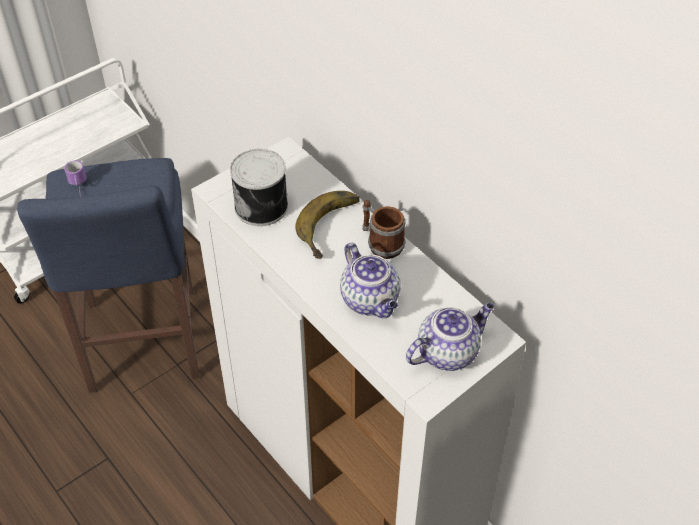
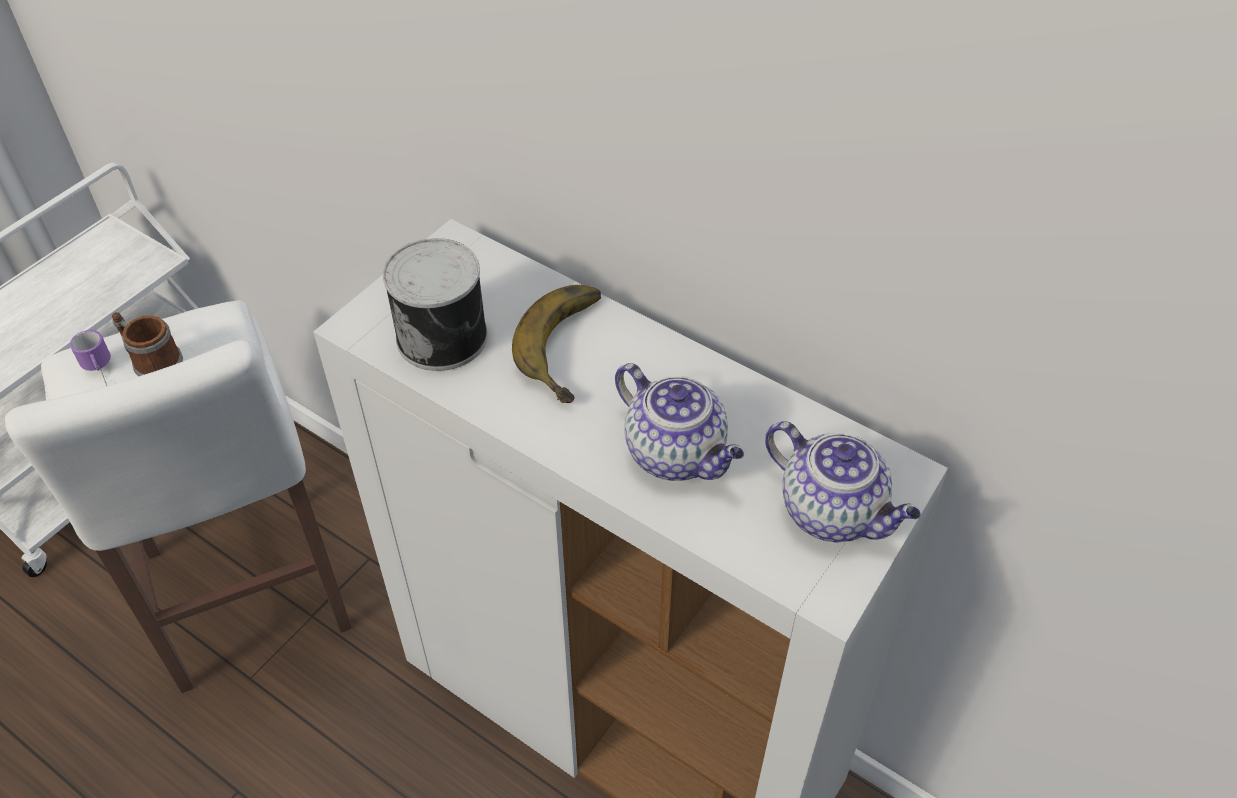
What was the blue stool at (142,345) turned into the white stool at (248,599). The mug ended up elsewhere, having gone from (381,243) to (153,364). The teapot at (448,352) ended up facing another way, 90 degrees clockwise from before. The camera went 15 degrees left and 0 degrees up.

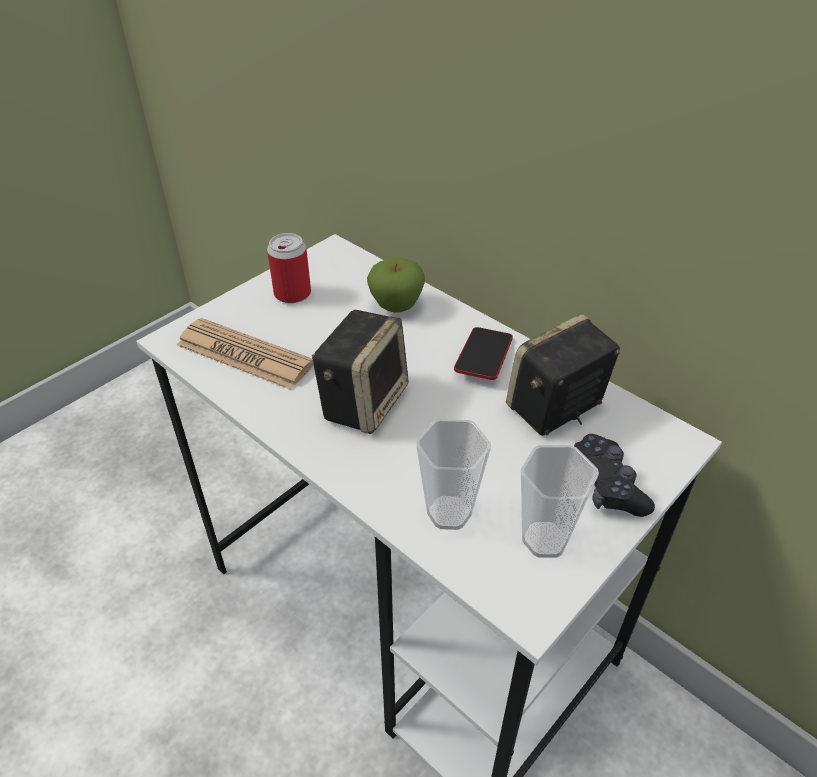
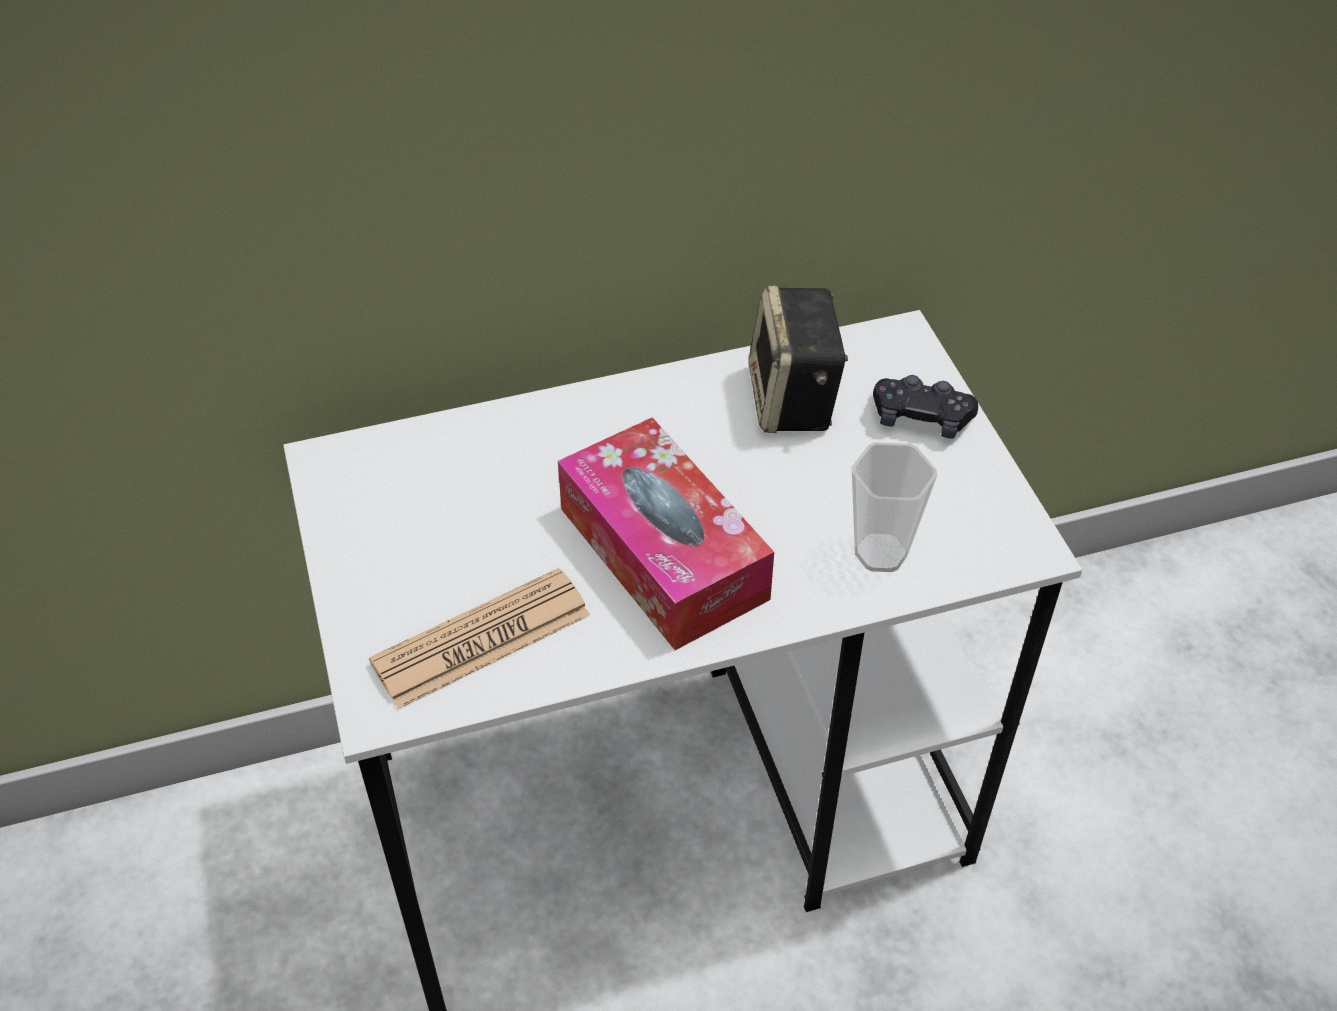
The second view lost the can at (292,293). The second view lost the apple at (396,306). Where the speaker stood at (364,401), the tissue box came to stand at (663,553). The second view lost the phone at (483,358). The second view lost the cup at (544,539). The camera went 60 degrees left and 5 degrees up.

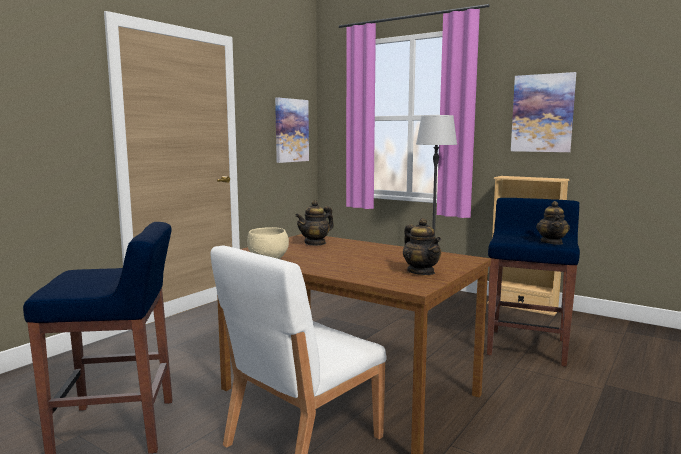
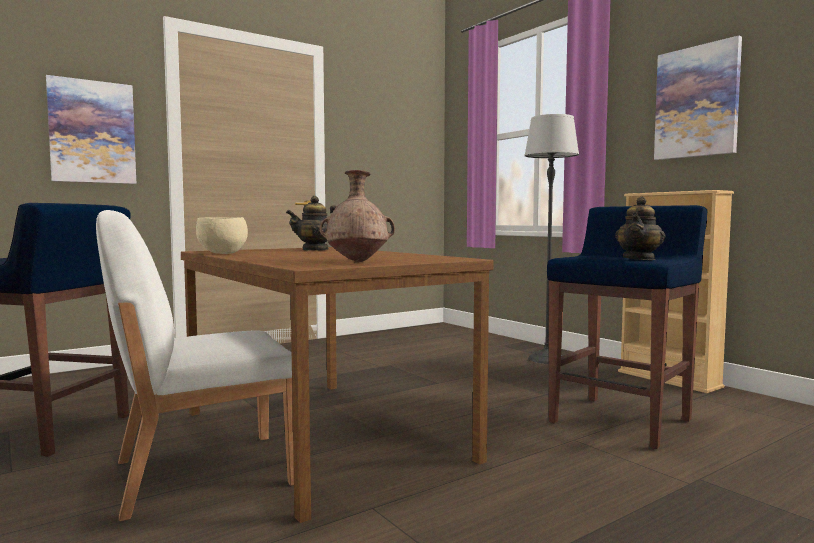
The picture ended up elsewhere, having gone from (291,130) to (92,132). Where the teapot stood at (421,272), the brown vase came to stand at (358,261). The camera went 20 degrees right and 5 degrees down.

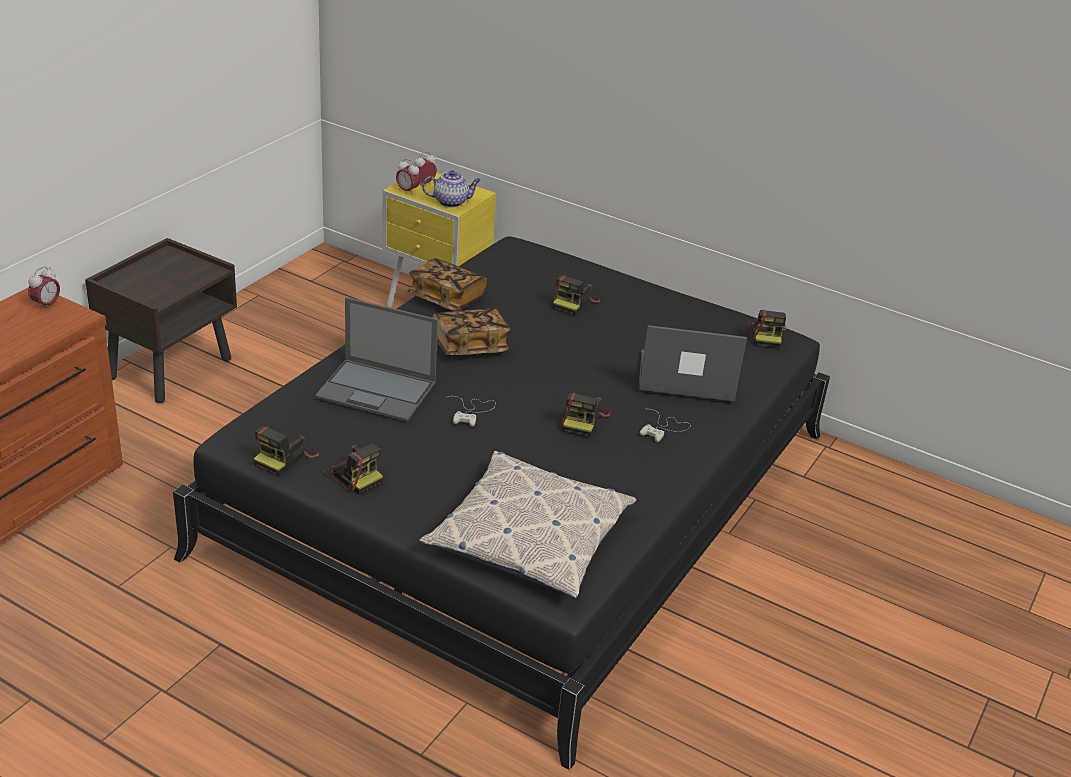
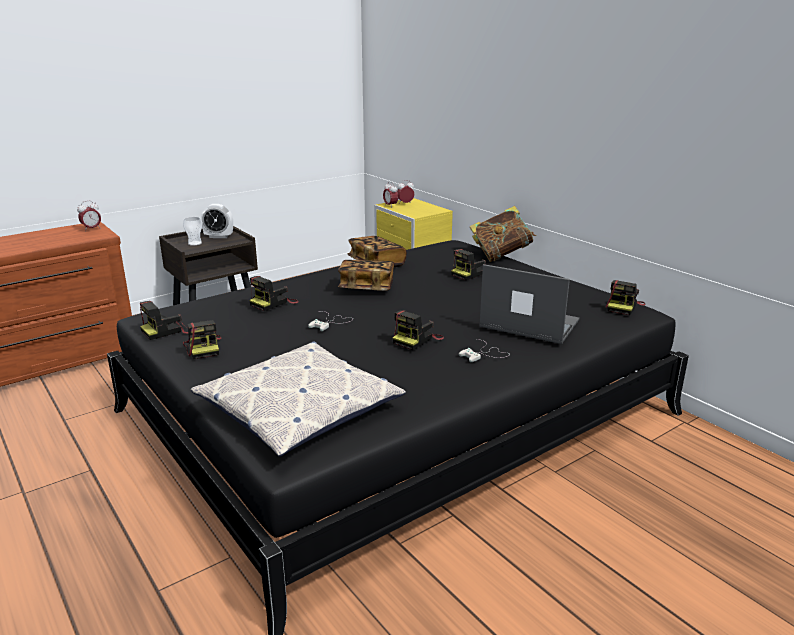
The second view lost the teapot at (451,202). Where the laptop stood at (377,390), the photo camera came to stand at (273,303). The second view gained the alarm clock at (218,236). The second view gained the book at (501,255). The second view gained the cup at (195,243). The camera went 25 degrees right and 10 degrees down.

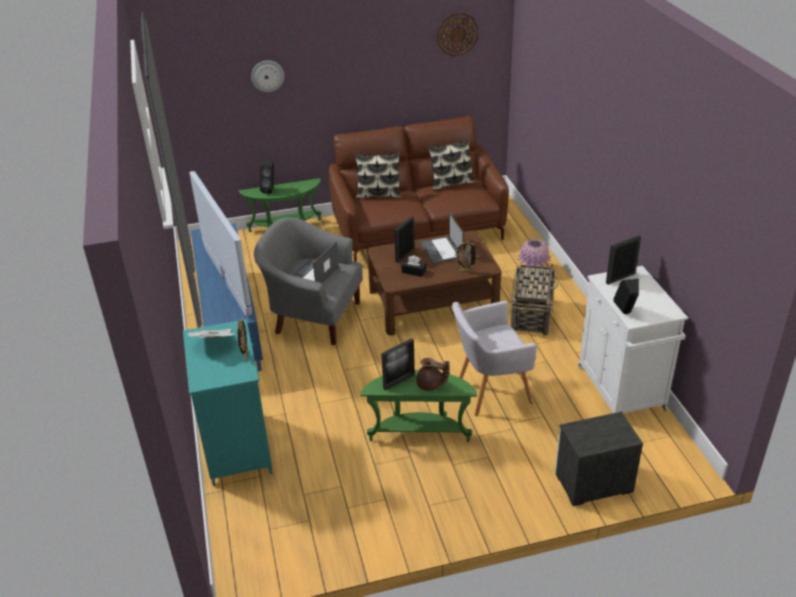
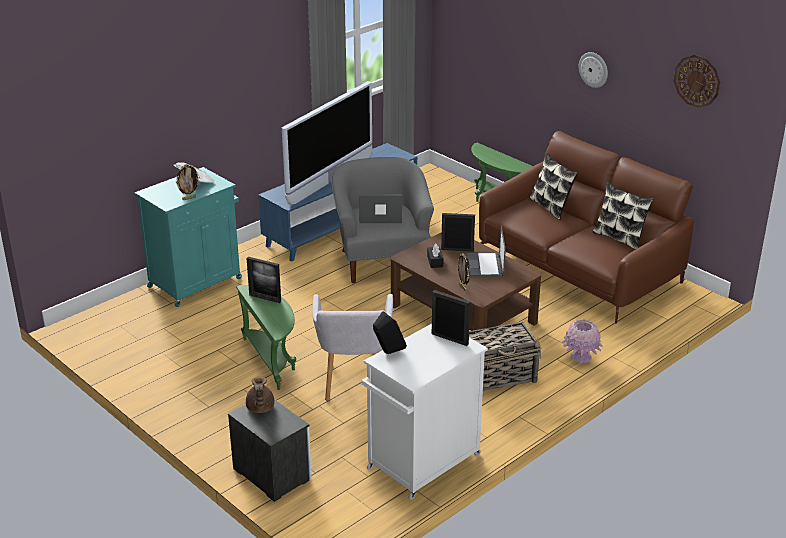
The wall clock ended up elsewhere, having gone from (267,76) to (593,69). The second view lost the black speaker at (270,190). The laptop at (441,251) ended up facing another way, 45 degrees counterclockwise from before. The grey armchair at (490,392) ended up facing another way, 135 degrees counterclockwise from before. The brown teapot ended up elsewhere, having gone from (431,385) to (260,408). The camera went 60 degrees right and 5 degrees down.

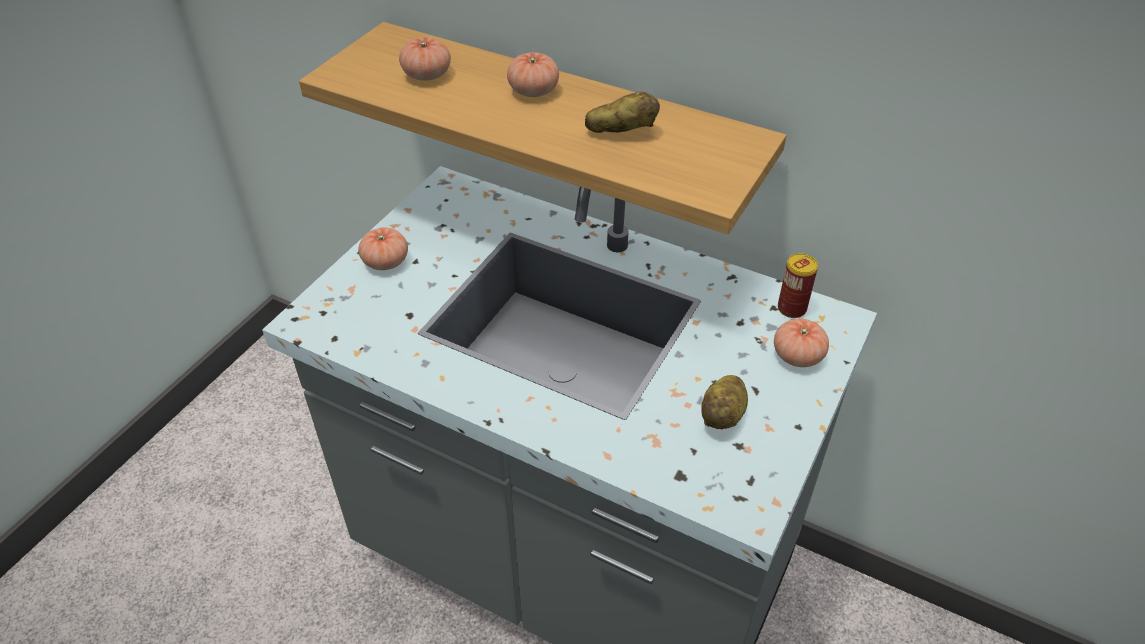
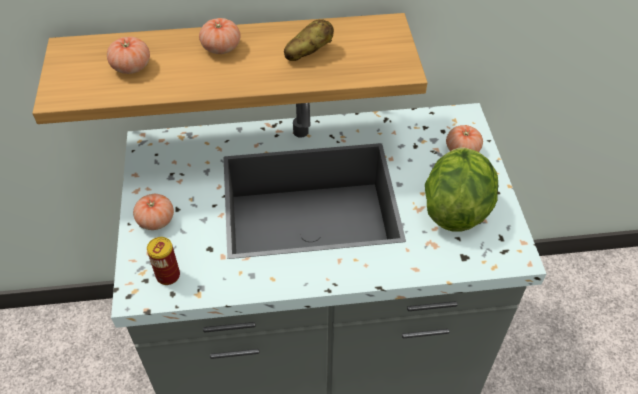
The can ended up elsewhere, having gone from (791,308) to (168,275). Where the potato stood at (724,415), the lettuce came to stand at (455,207). The camera went 35 degrees left and 5 degrees up.

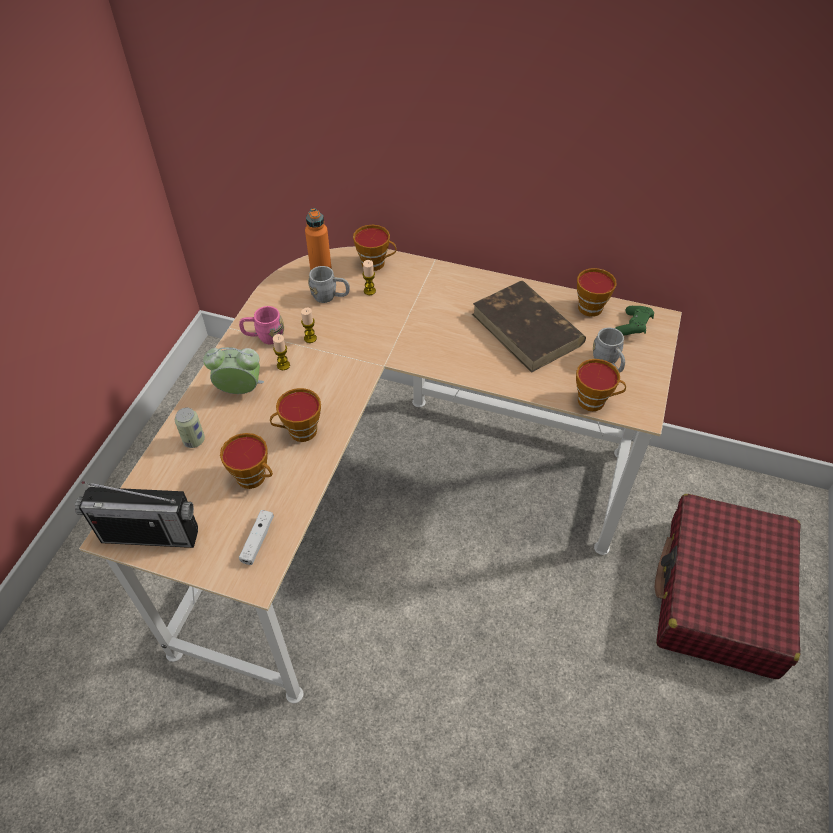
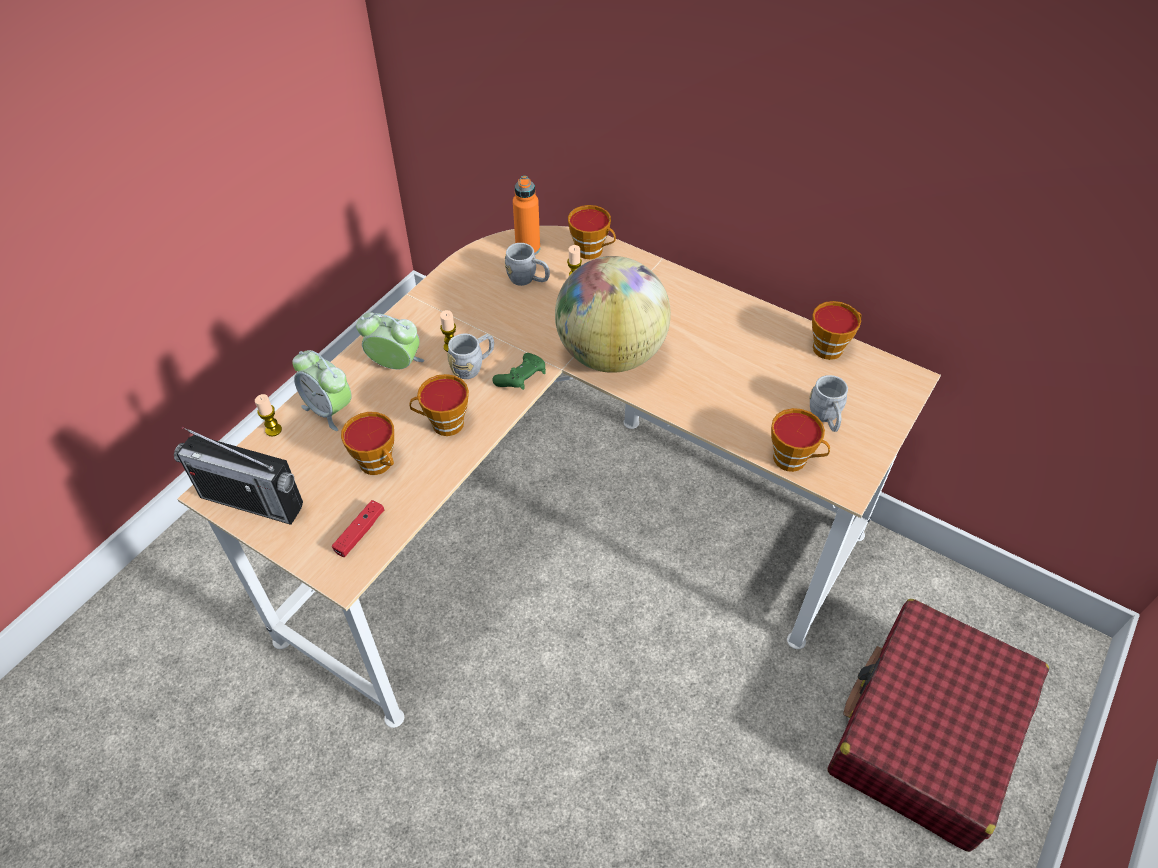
The second view lost the brown book at (528,330). The second view lost the pink mug at (264,337). The green game controller ended up elsewhere, having gone from (633,327) to (522,379). The candle ended up elsewhere, having gone from (310,338) to (273,430). Where the can stood at (194,440), the alarm clock came to stand at (329,410). What was the white game controller at (257,540) turned into the red game controller at (360,532). The second view gained the globe at (610,354). The second view gained the grey mug at (473,366). The camera went 15 degrees right and 0 degrees up.

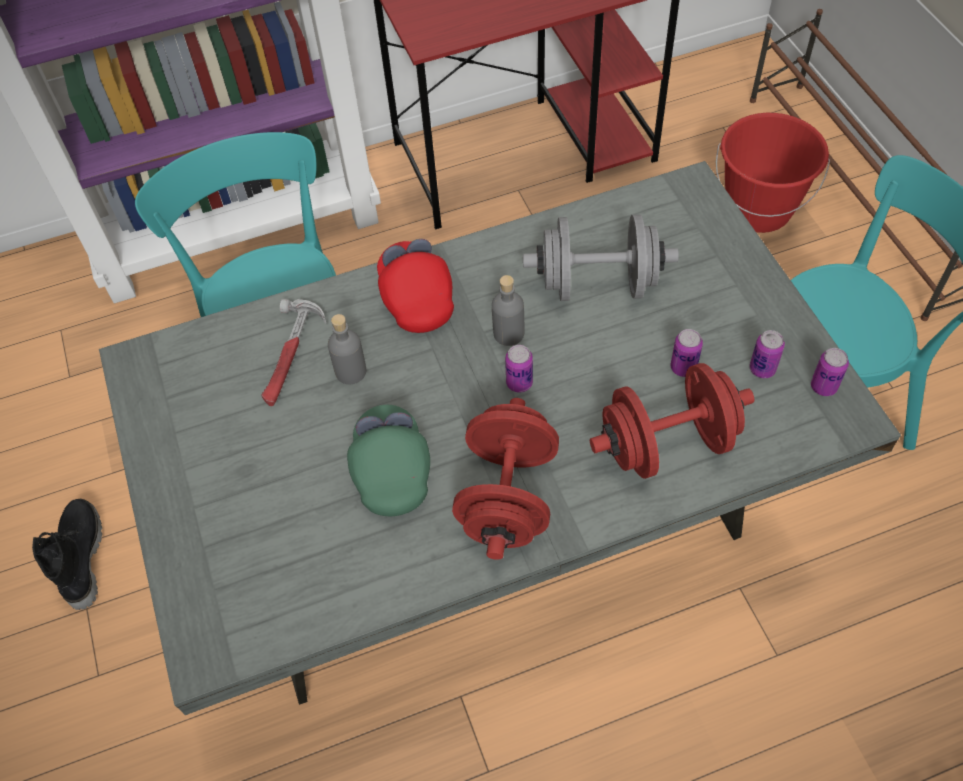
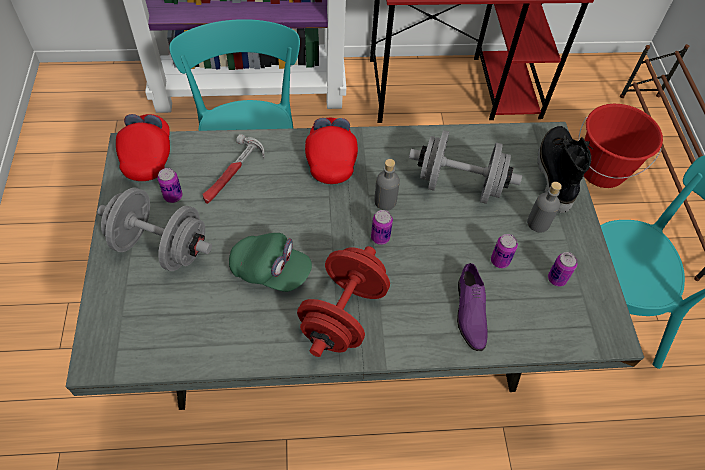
The grey bottle ended up elsewhere, having gone from (351,371) to (538,223). The can ended up elsewhere, having gone from (823,386) to (173,196). Where the red dumbbell stood at (667,444), the purple shoe came to stand at (469,311). The green cap at (391,470) ended up facing another way, 105 degrees clockwise from before. The black boot ended up elsewhere, having gone from (81,557) to (554,174). The second view gained the red cap at (148,156). The second view gained the grey dumbbell at (160,247). The camera went 10 degrees right and 0 degrees up.

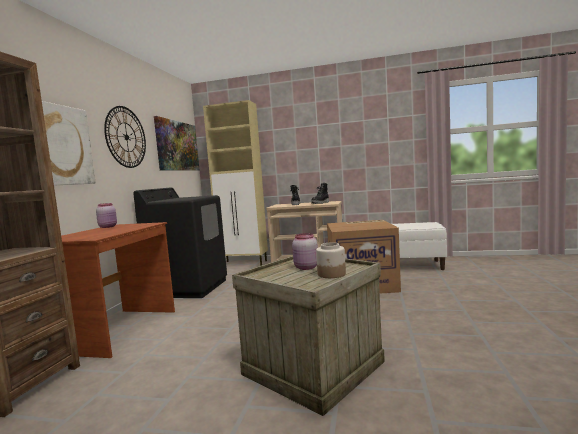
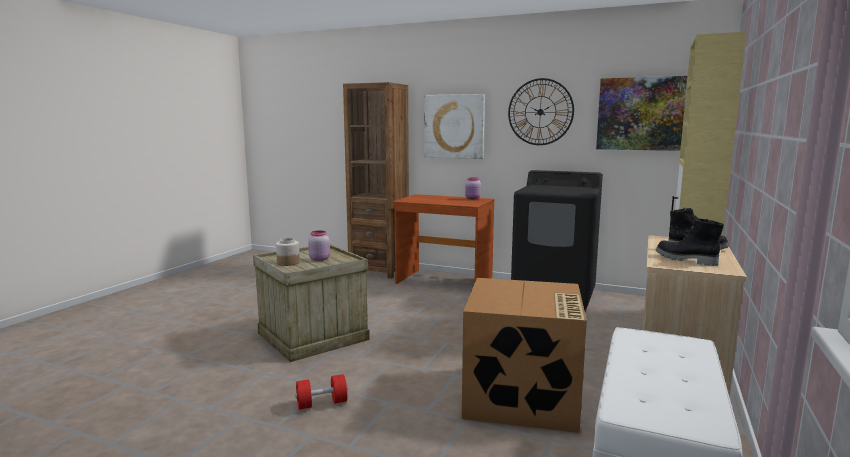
The second view gained the red dumbbell at (322,403). The camera went 100 degrees right and 5 degrees up.

